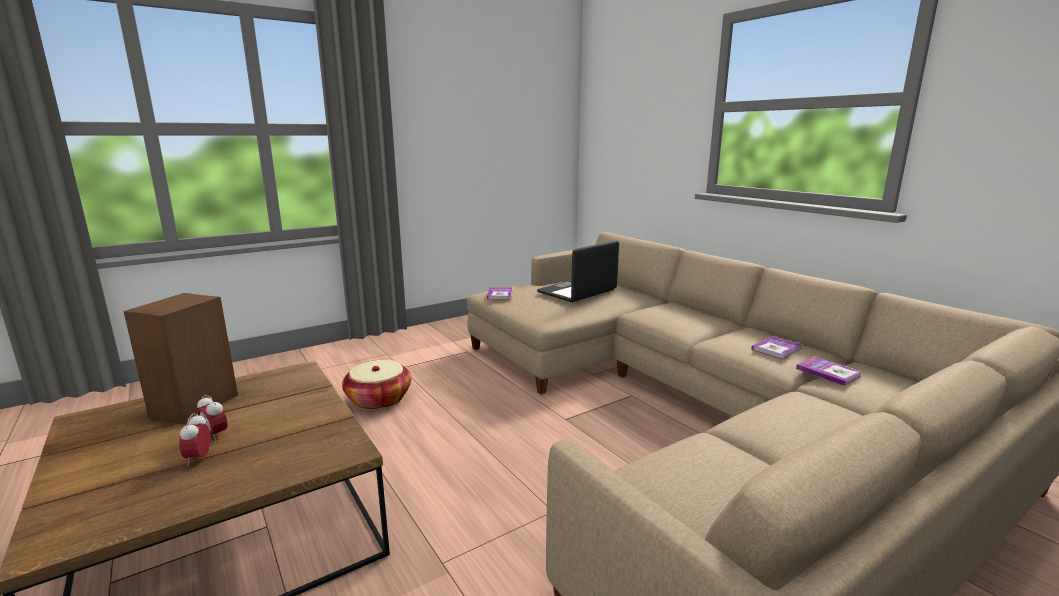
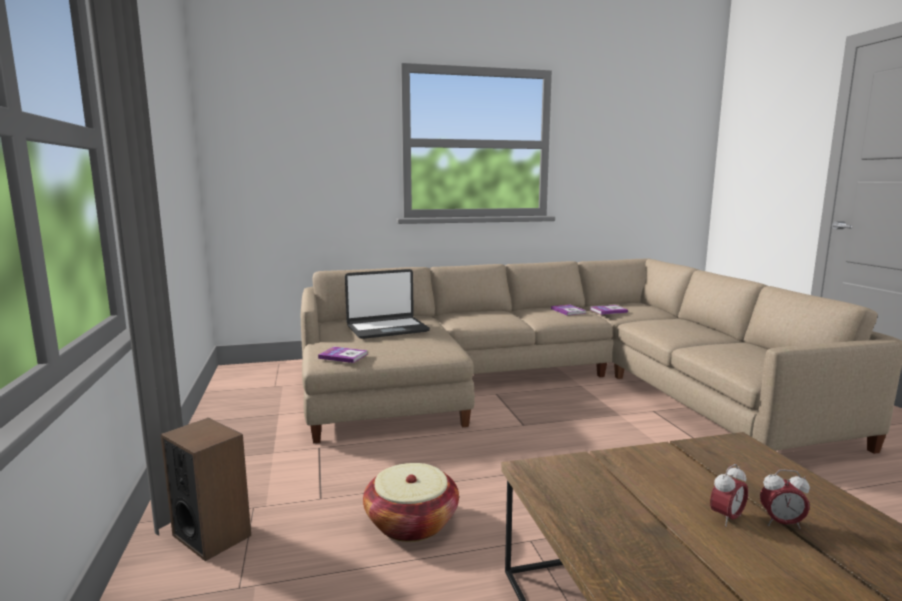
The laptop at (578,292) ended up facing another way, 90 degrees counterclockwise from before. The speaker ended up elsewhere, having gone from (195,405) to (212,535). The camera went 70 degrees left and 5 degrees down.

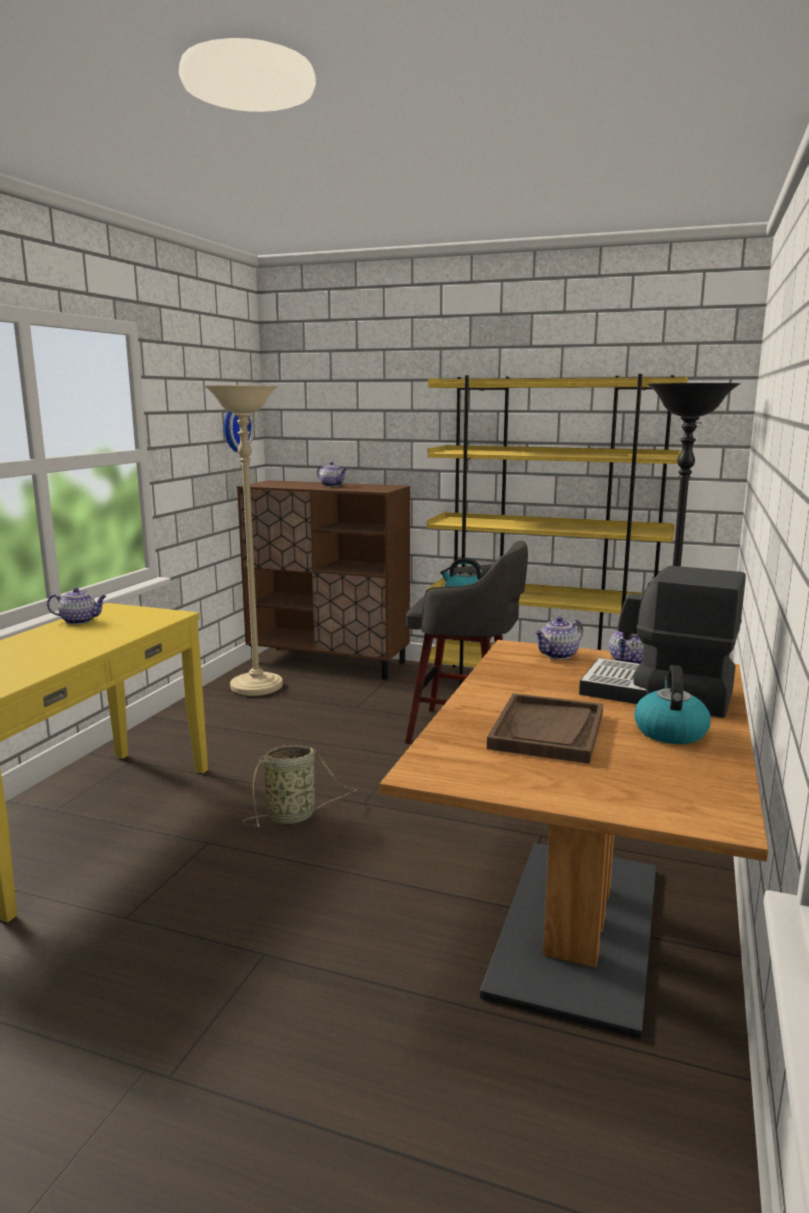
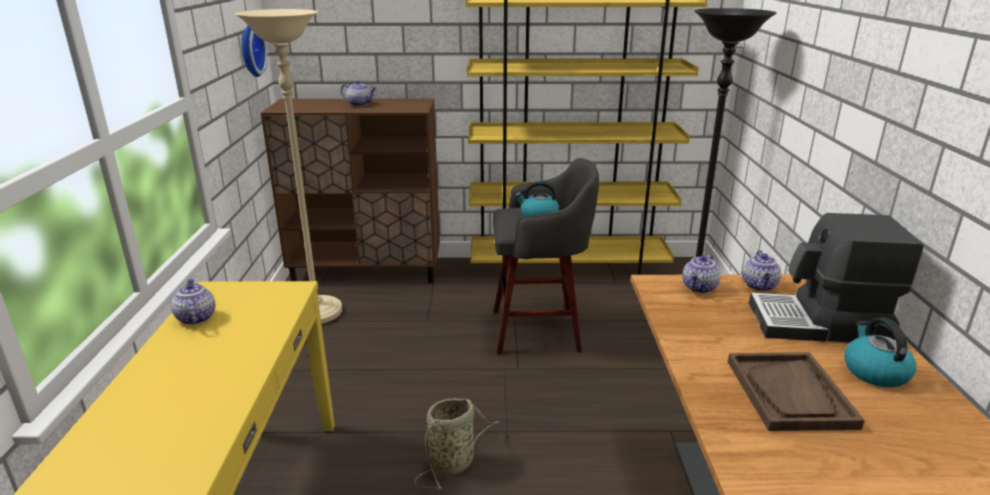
The teapot at (80,621) ended up facing another way, 90 degrees counterclockwise from before. The camera went 20 degrees left and 10 degrees up.

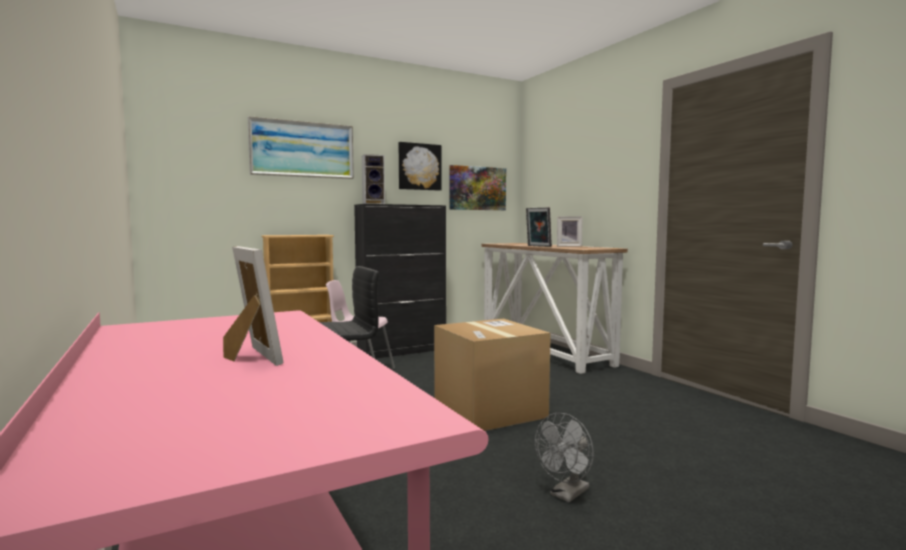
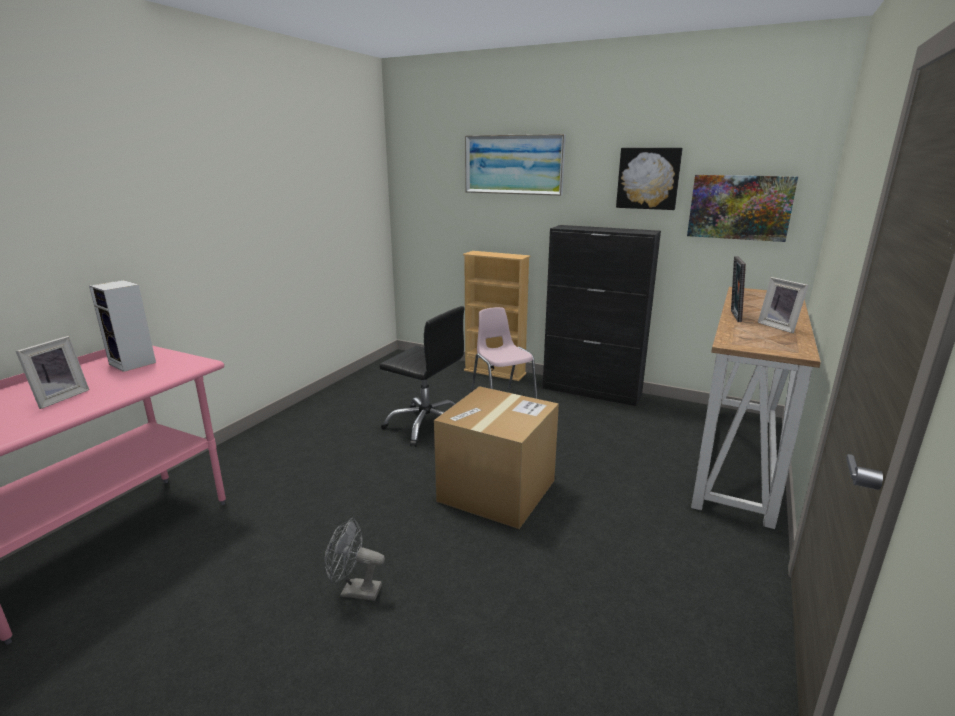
The speaker ended up elsewhere, having gone from (374,204) to (134,363). The camera went 55 degrees right and 15 degrees up.

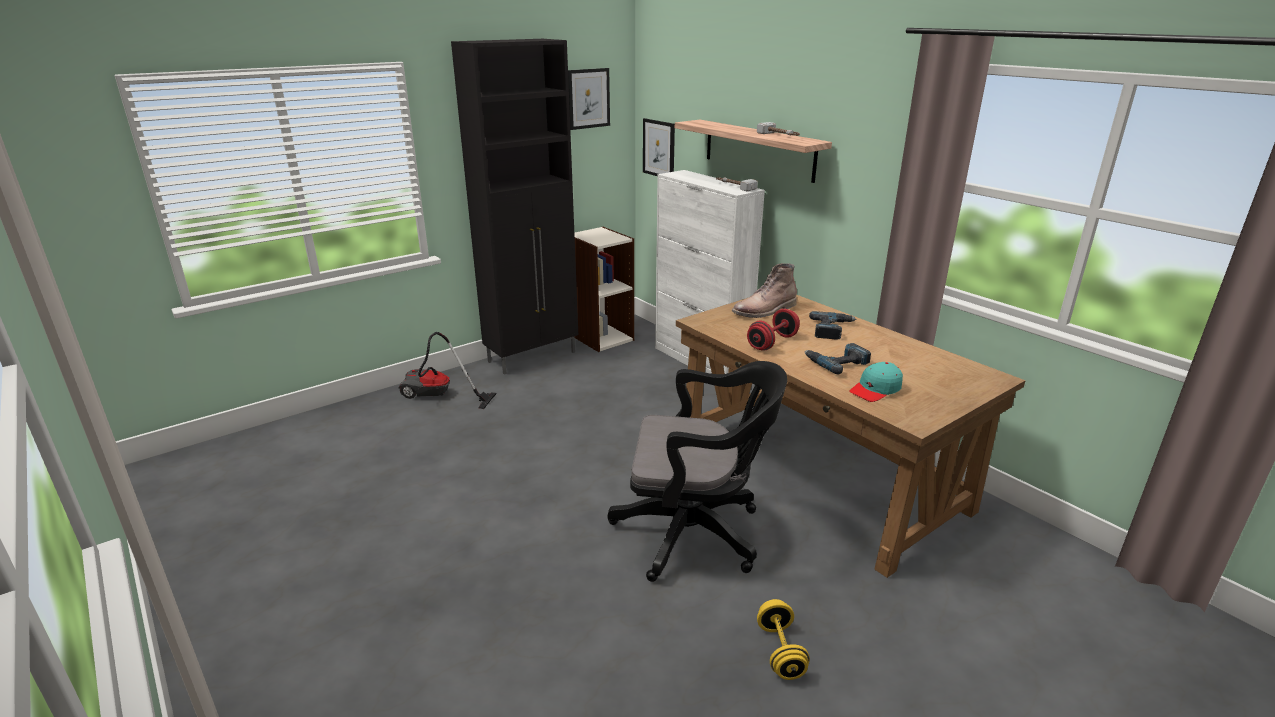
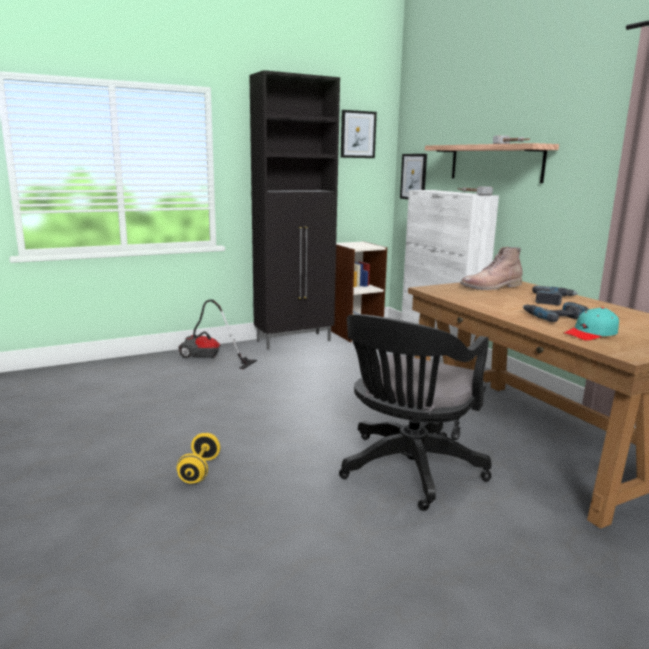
The second view lost the red dumbbell at (772,342). The black office chair at (696,533) ended up facing another way, 105 degrees clockwise from before. The yellow dumbbell ended up elsewhere, having gone from (780,651) to (199,470). The camera went 10 degrees right and 10 degrees down.

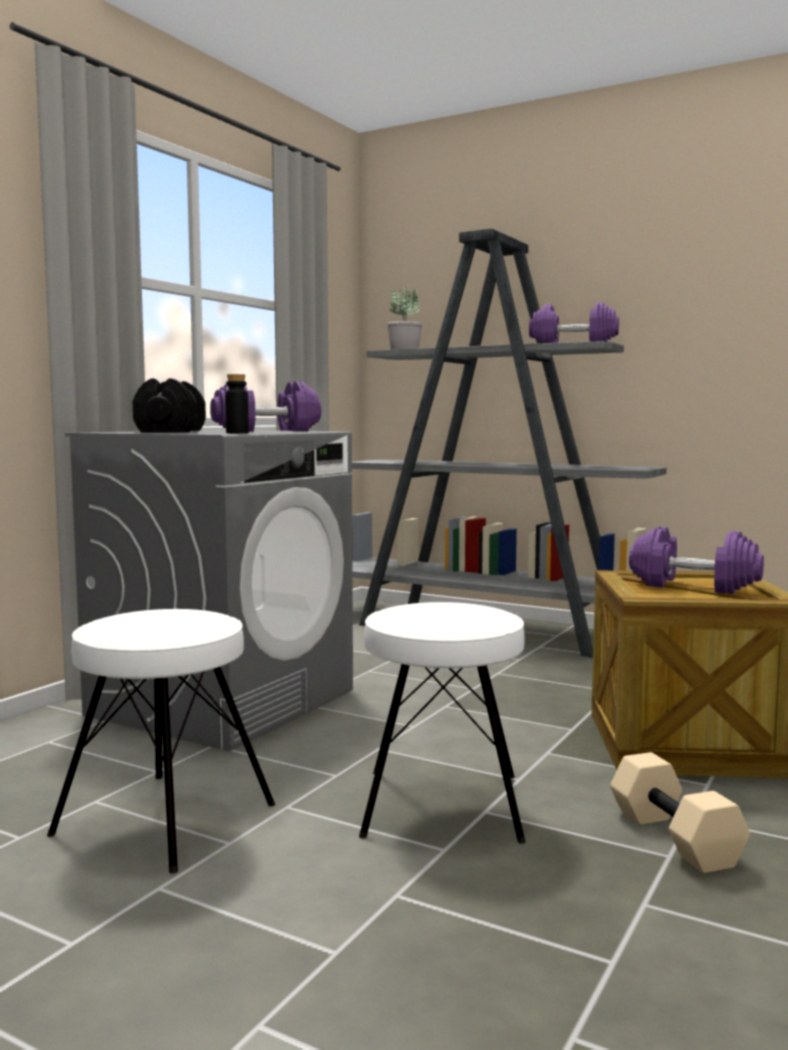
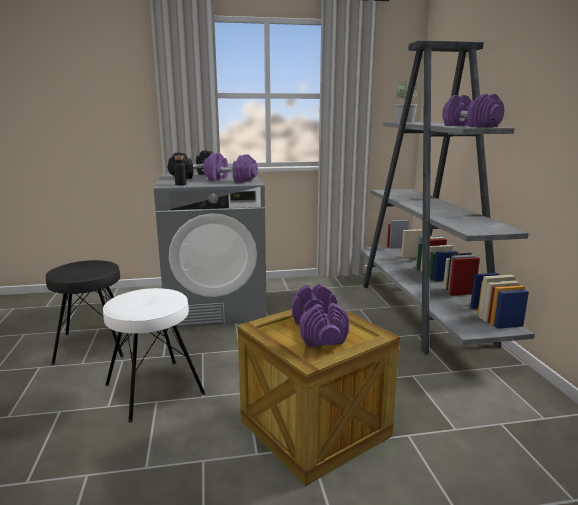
What was the white stool at (165,820) turned into the black stool at (92,345). The second view lost the beige dumbbell at (677,838). The camera went 50 degrees right and 10 degrees up.

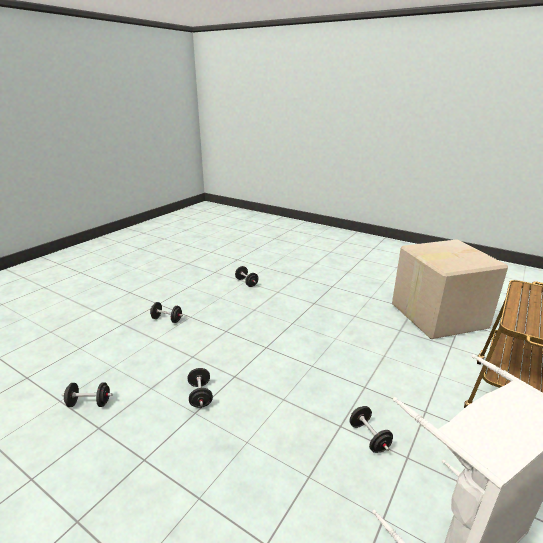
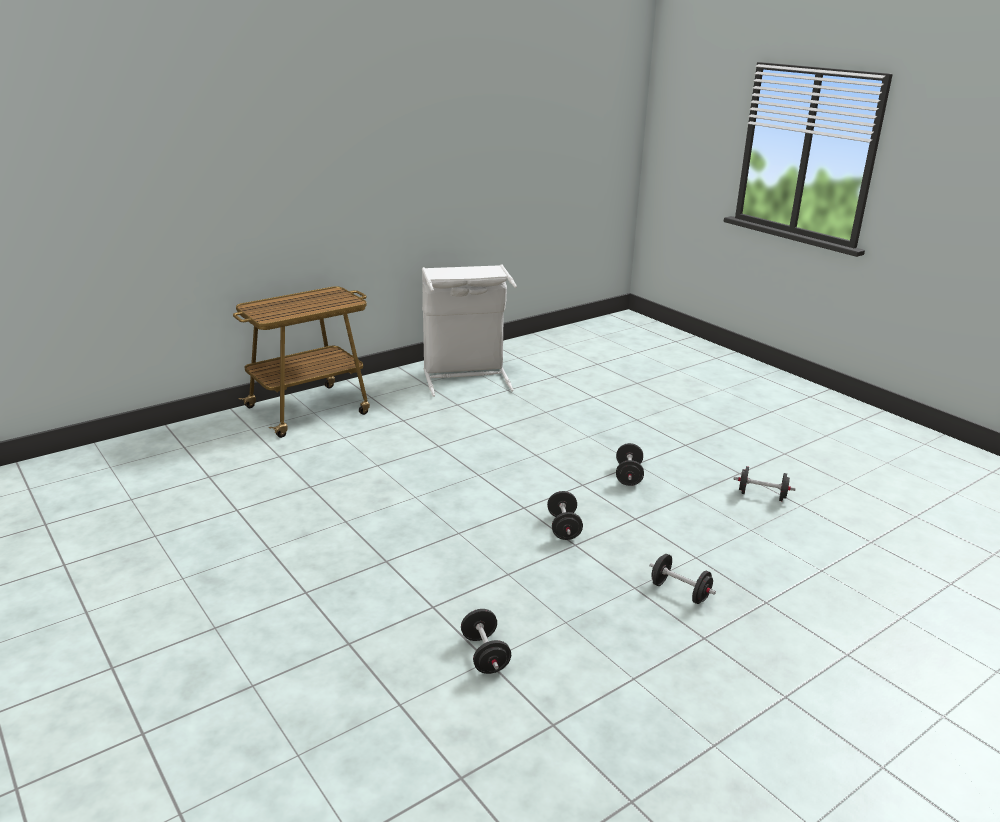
The second view lost the cardboard box at (436,315). The black dumbbell ended up elsewhere, having gone from (369,437) to (563,527). The camera went 160 degrees left and 0 degrees up.

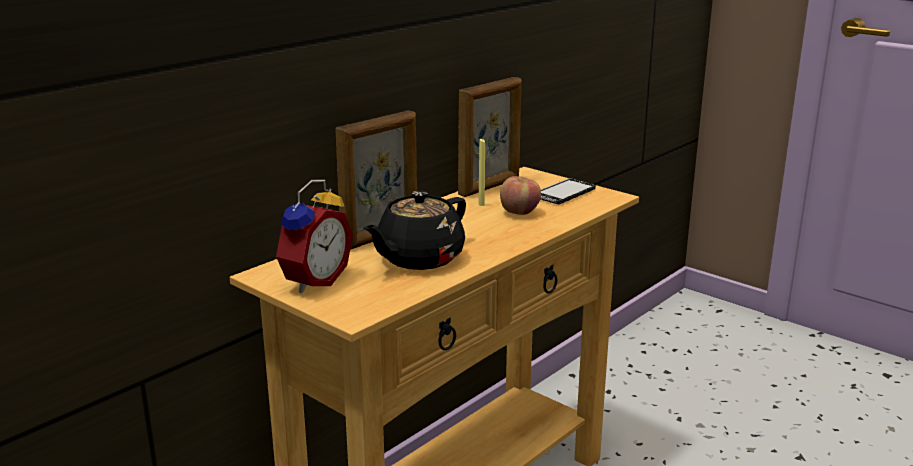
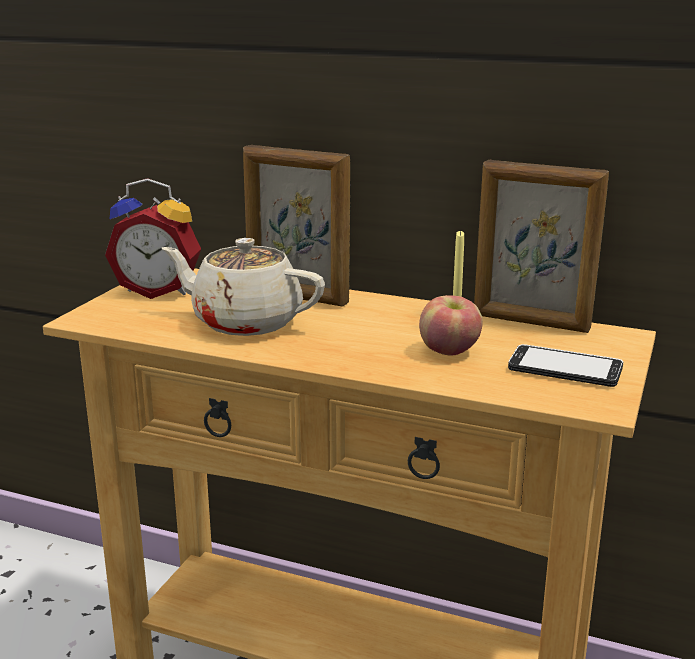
What was the black teapot at (418,258) turned into the beige teapot at (245,322). The camera went 70 degrees right and 0 degrees up.

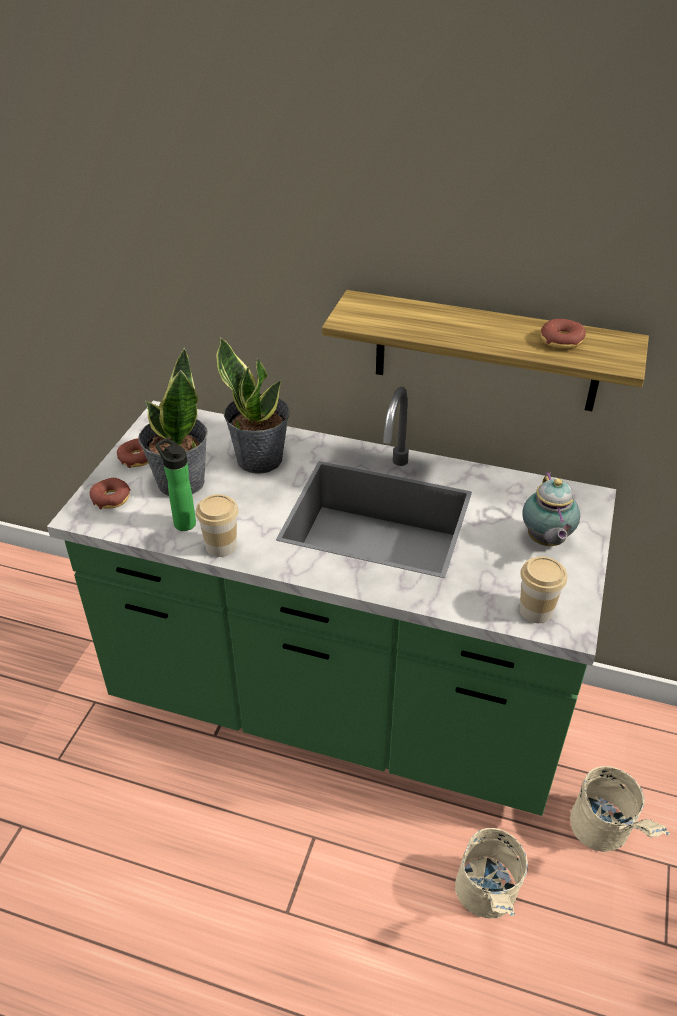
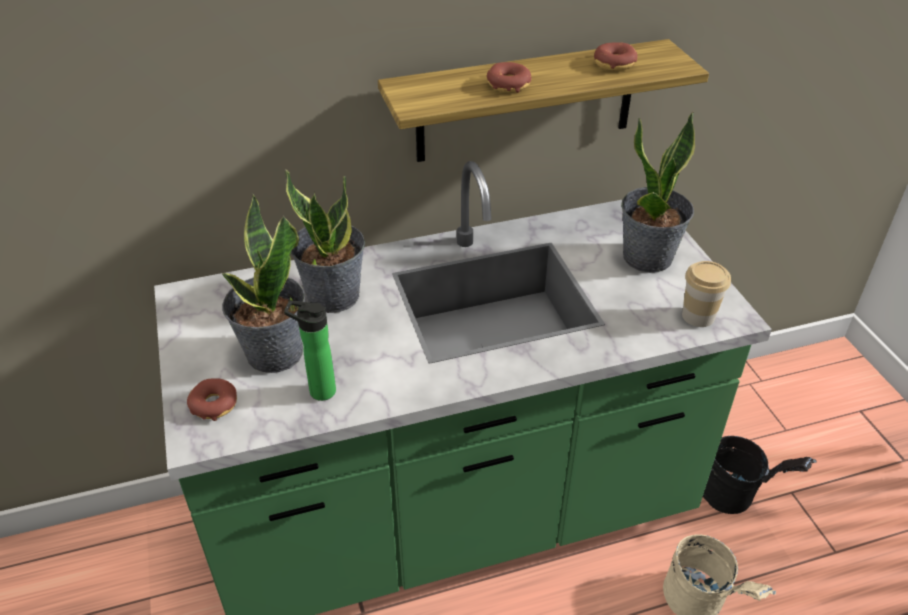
The donut ended up elsewhere, having gone from (137,458) to (508,84). Where the teapot stood at (545,541), the potted plant came to stand at (648,258). The second view lost the cup at (221,546). What was the beige bucket at (605,835) turned into the black bucket at (736,497). The camera went 35 degrees left and 0 degrees up.

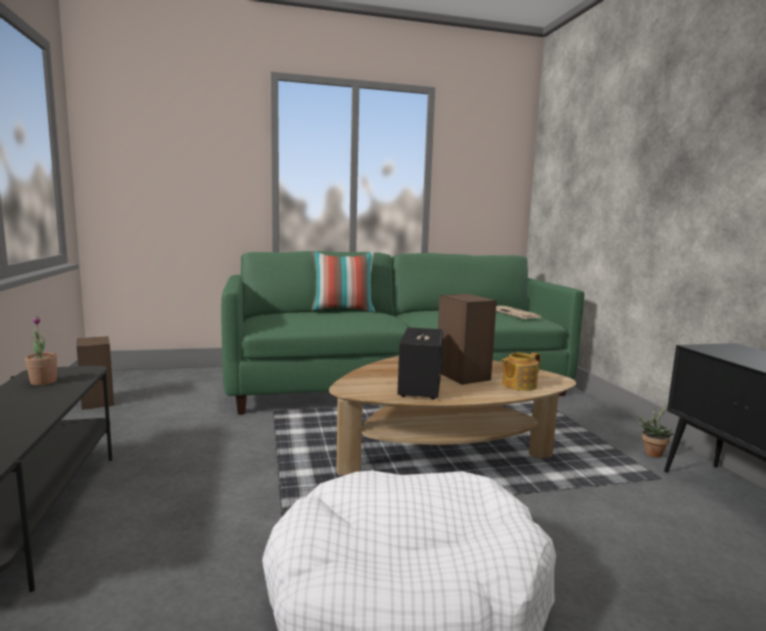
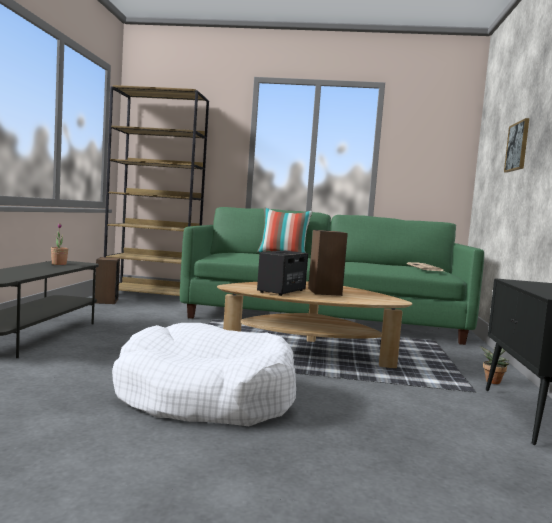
The second view lost the teapot at (518,385). The second view gained the brown bookcase at (152,296). The second view gained the picture at (517,146). The camera went 20 degrees right and 5 degrees down.

